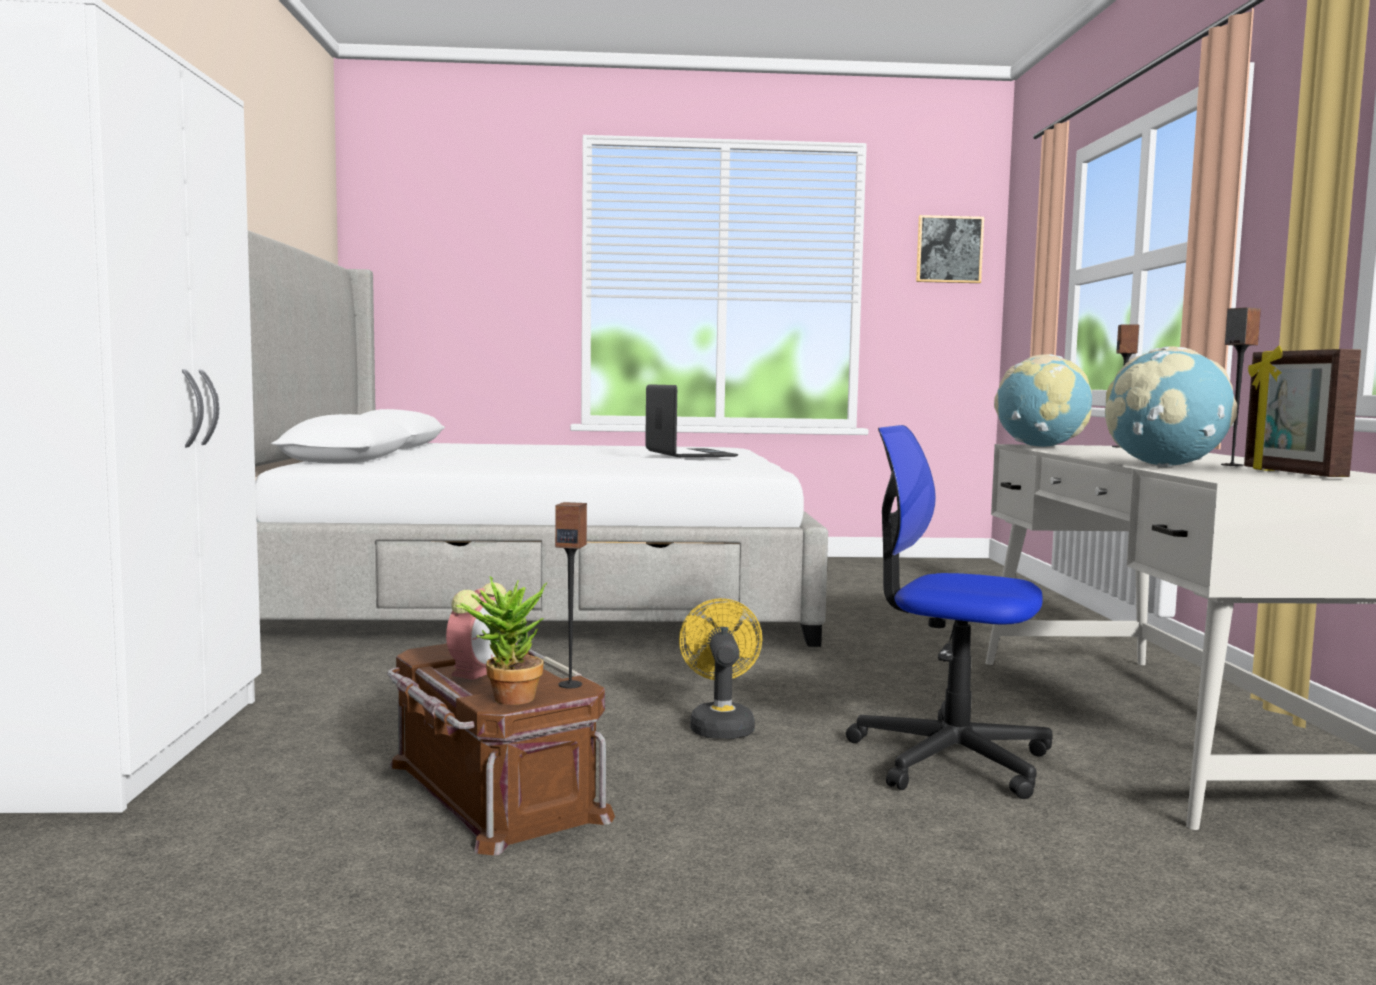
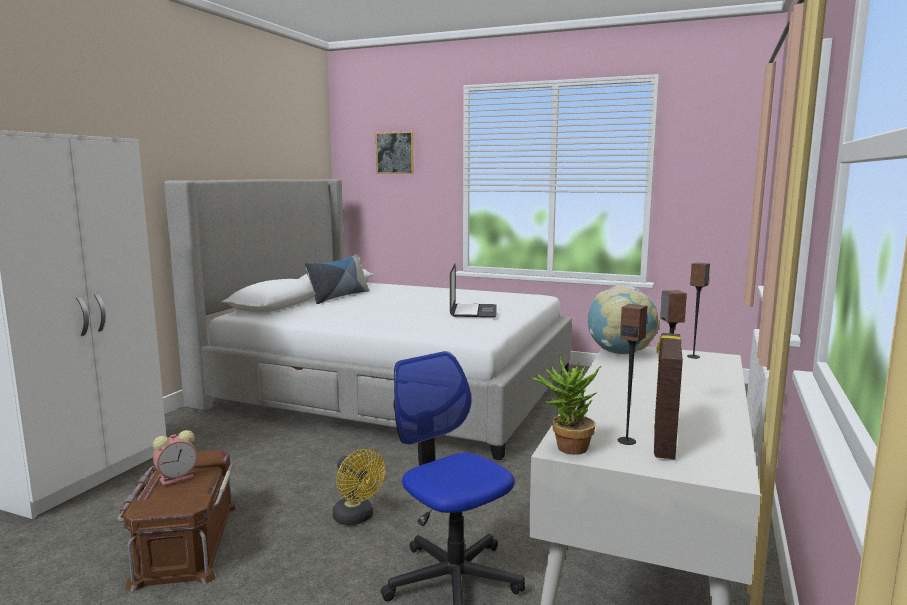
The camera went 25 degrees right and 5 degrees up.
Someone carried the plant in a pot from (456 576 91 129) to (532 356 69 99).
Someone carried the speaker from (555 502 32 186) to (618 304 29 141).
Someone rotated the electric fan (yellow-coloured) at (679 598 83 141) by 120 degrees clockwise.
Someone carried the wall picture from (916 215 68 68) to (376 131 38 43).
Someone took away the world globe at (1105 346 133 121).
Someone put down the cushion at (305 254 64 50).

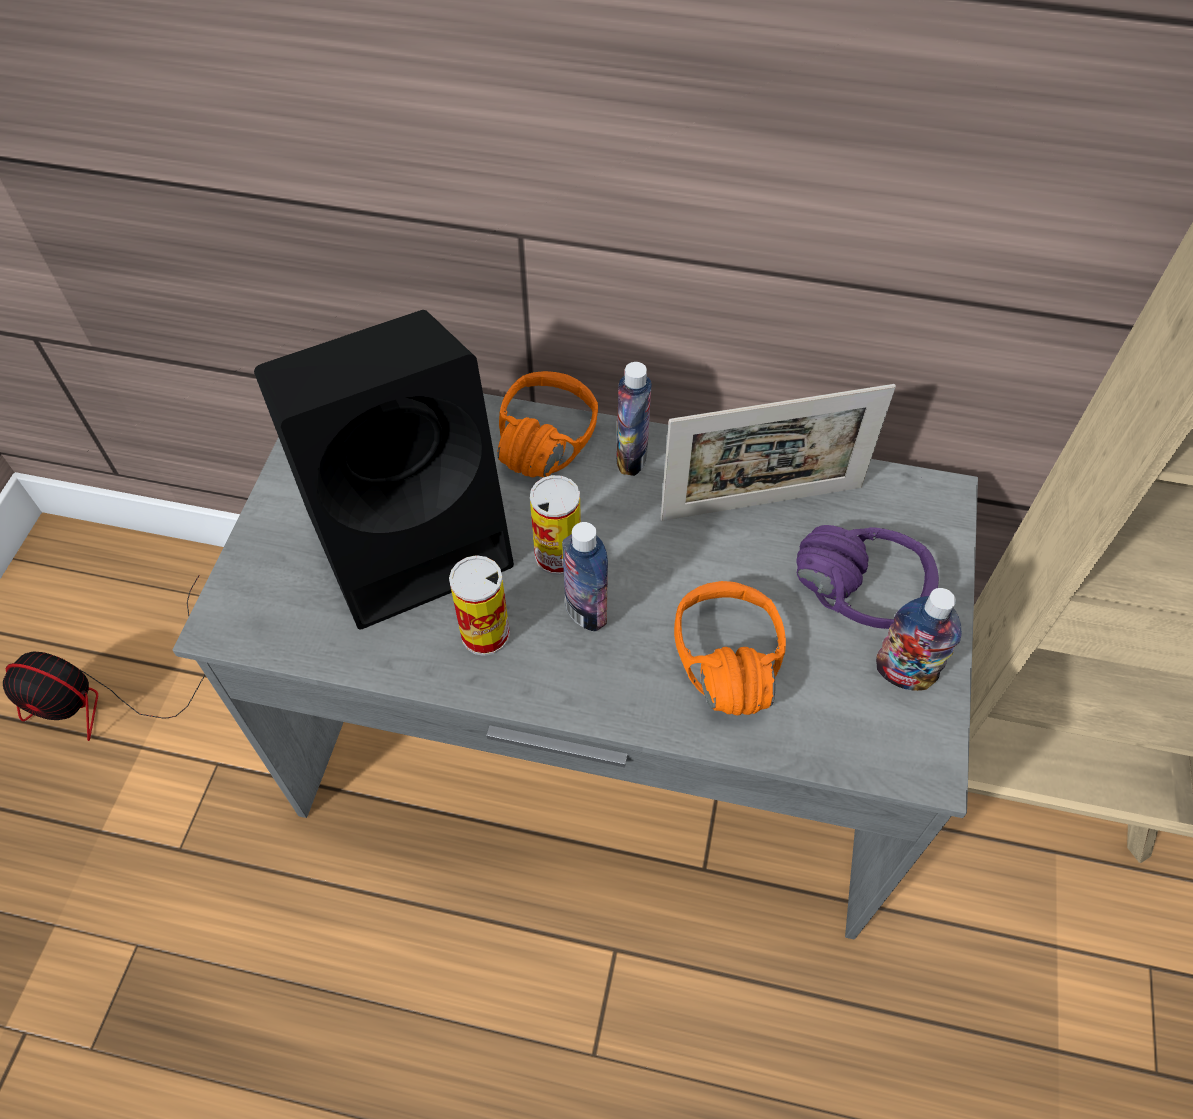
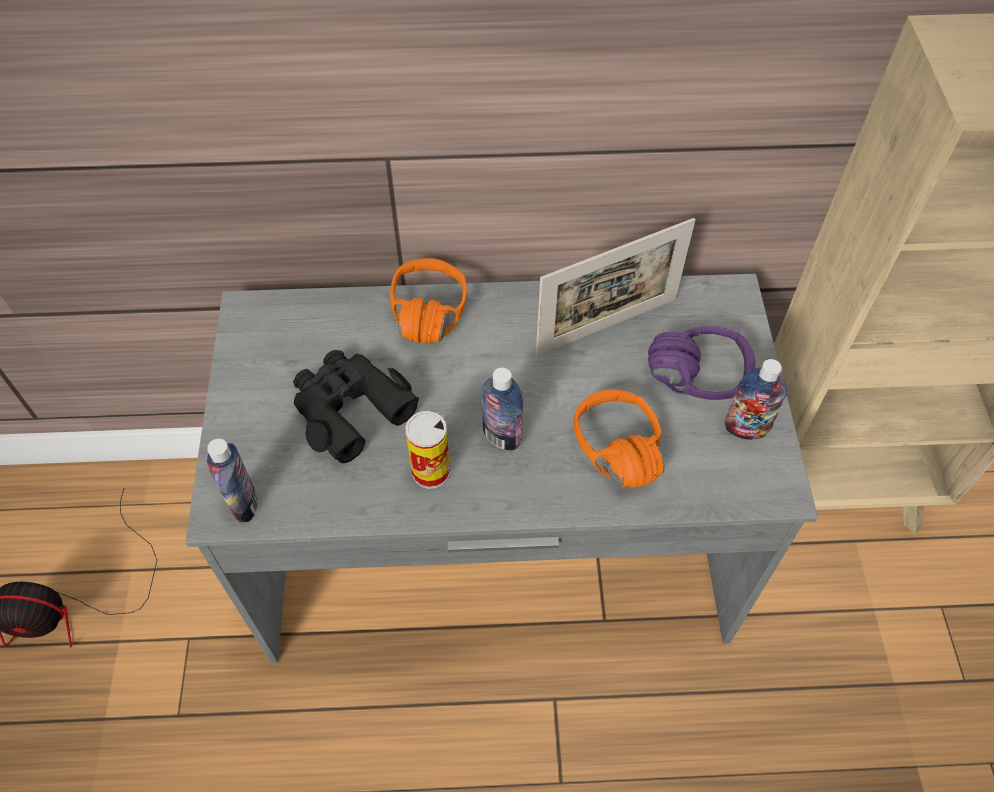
The camera went 15 degrees left and 0 degrees up.
Someone swapped the speaker (black-coloured) at (254 310 260 320) for the binoculars (black-coloured) at (293 350 126 113).
Someone took away the can at (530 475 51 100).
Someone carried the drink bottle from (616 362 36 114) to (207 439 51 84).

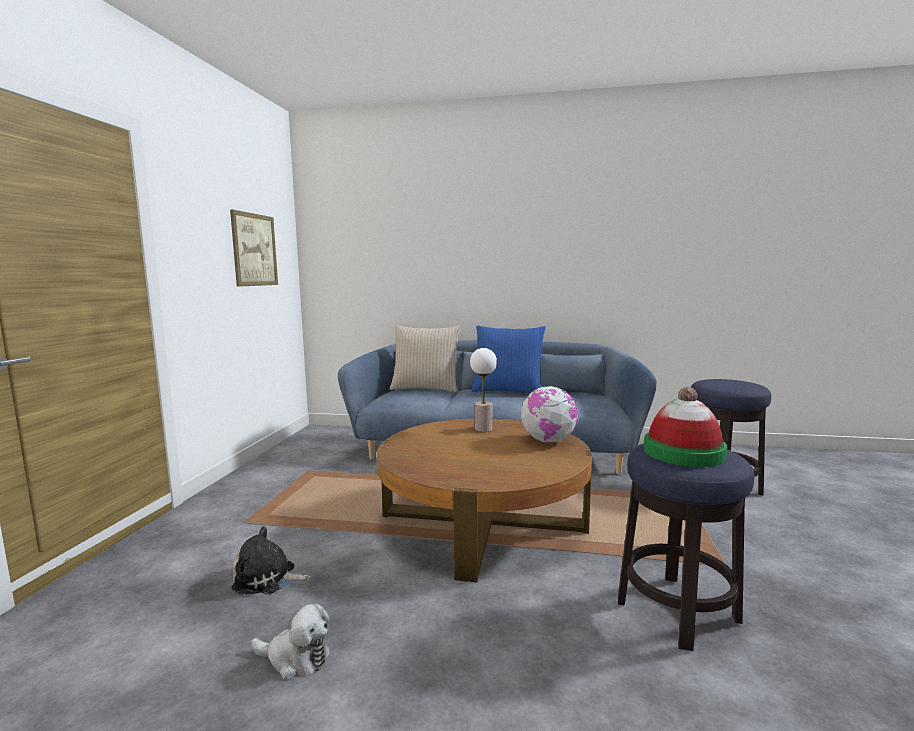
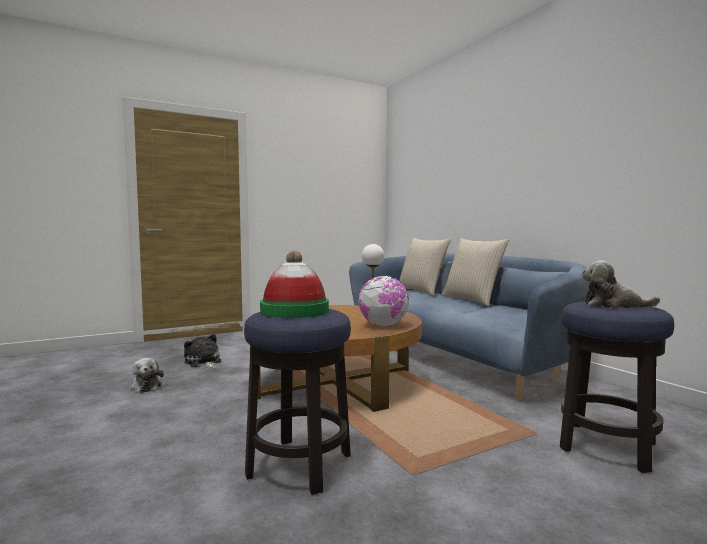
The camera went 50 degrees right and 5 degrees down.
Someone took away the wall picture at (230 209 48 78).
Someone repainted the cushion (bluish) at (471 326 75 67), which became the cushion (beige-coloured) at (441 238 68 68).
Someone put down the plush toy at (582 261 78 47).

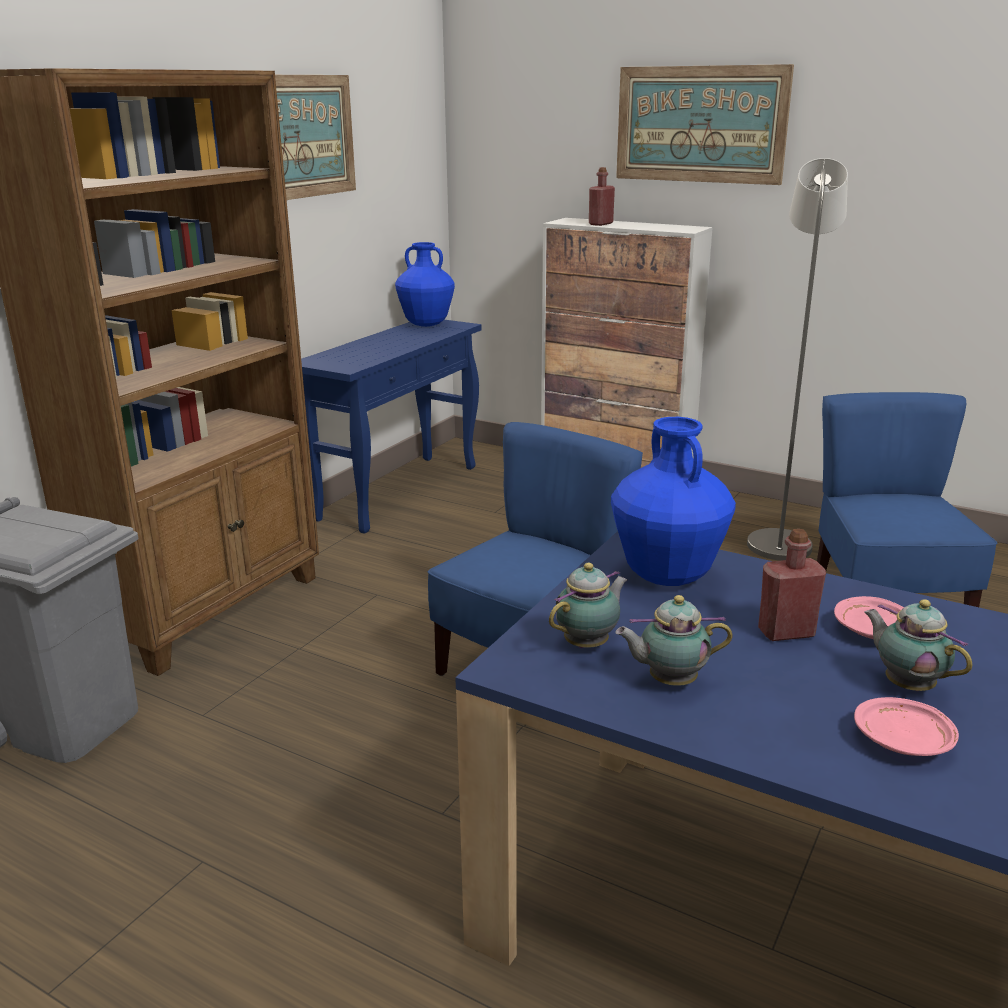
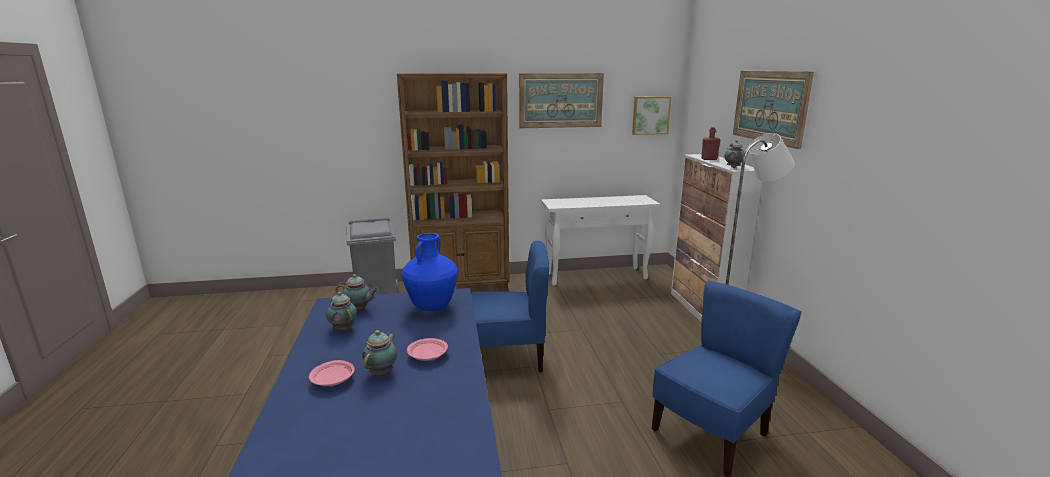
The camera went 50 degrees right and 5 degrees down.
Someone repainted the console table (bluish) at (301 320 181 214), which became the console table (whitish) at (541 195 119 91).
Someone took away the decorative vase (bluish) at (395 242 60 85).
Someone took away the drink bottle (reddish) at (758 529 68 112).
Someone put up the wall picture at (632 96 40 39).
Someone put down the tea pot at (724 140 21 28).

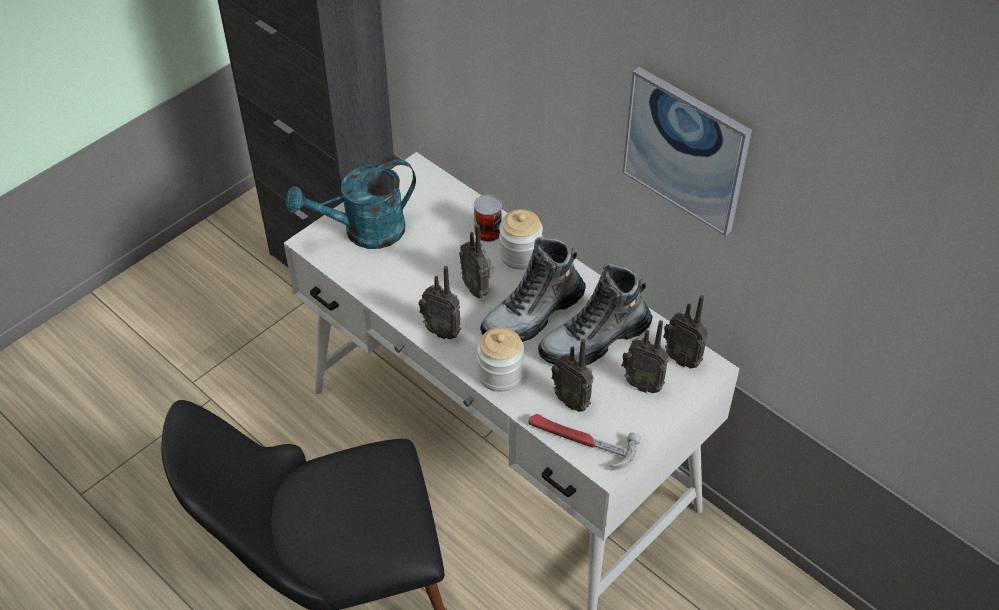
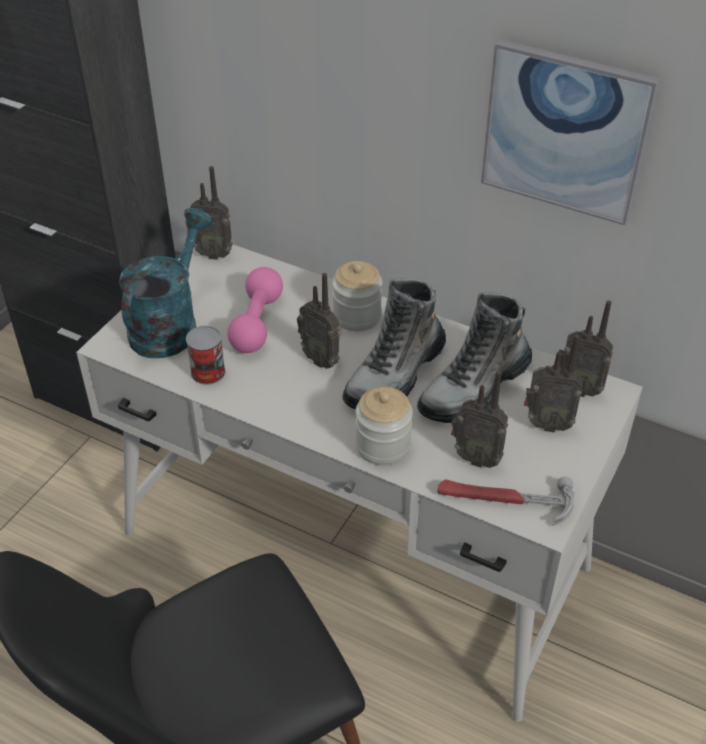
The camera went 15 degrees left and 5 degrees down.
Someone rotated the watering pot (turquoise) at (286 159 130 90) by 150 degrees clockwise.
Someone carried the radio set from (419 266 42 73) to (185 166 48 94).
Someone carried the can from (474 195 28 47) to (186 326 39 59).
Someone put down the dumbbell (pinkish) at (227 267 56 86).

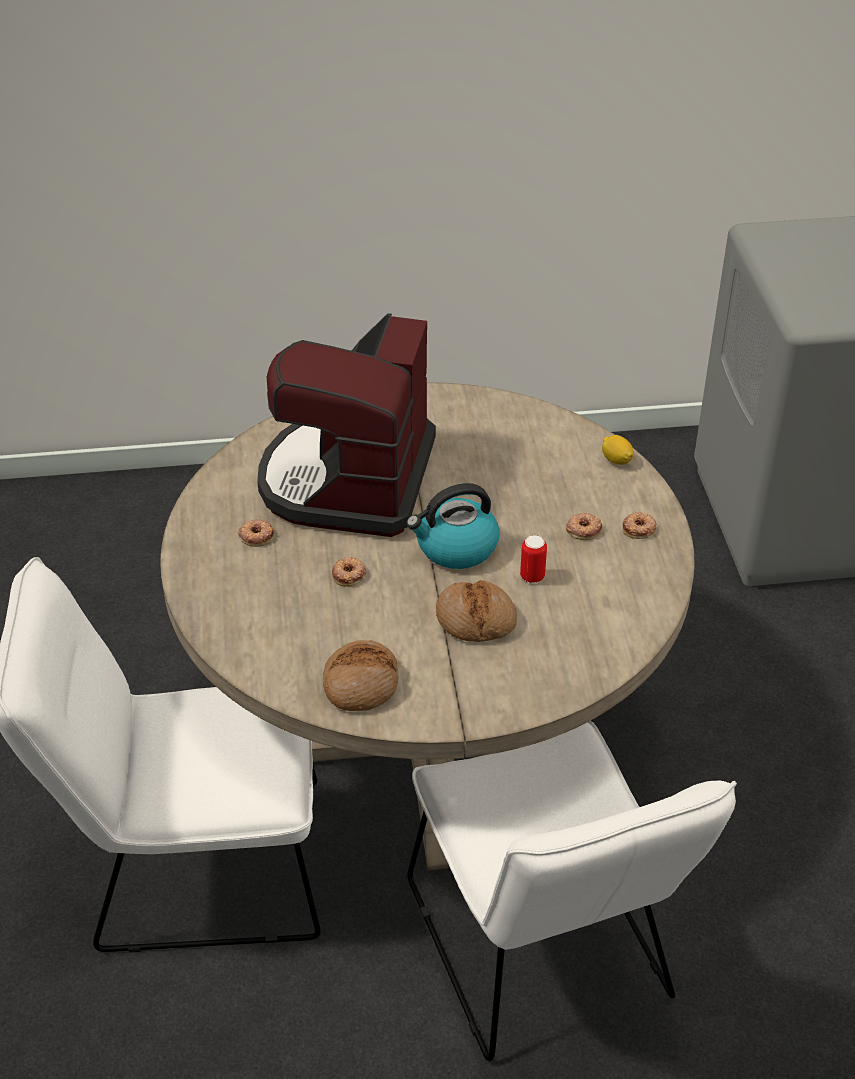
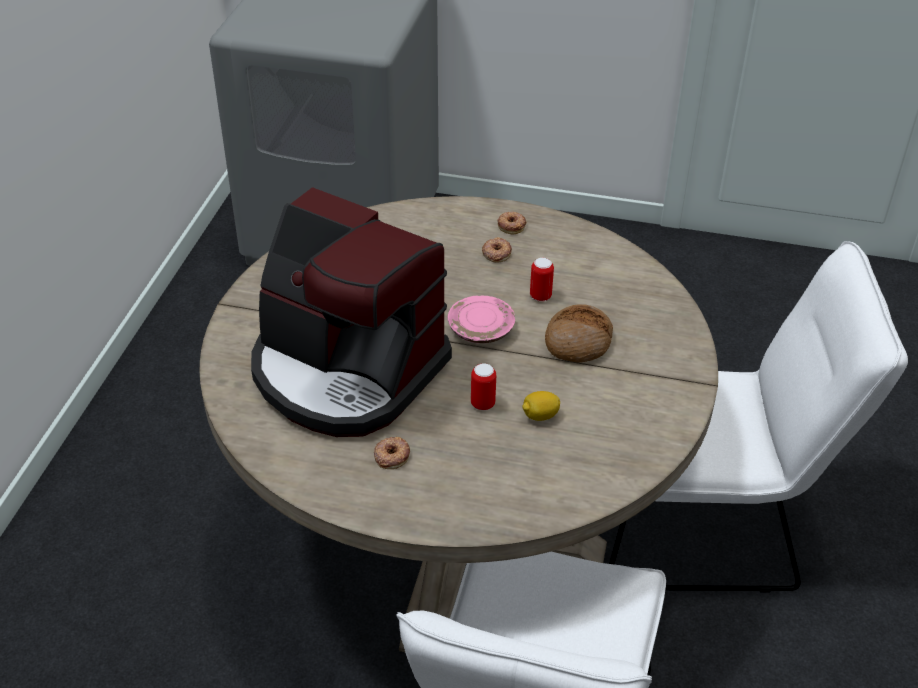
The camera went 70 degrees left and 0 degrees up.
Someone took away the bakery bread at (323 640 75 71).
Someone swapped the donut at (332 557 35 29) for the can at (471 363 25 47).
Someone swapped the water kettle at (406 483 93 86) for the flat dish (pinkish) at (448 295 67 49).
Someone carried the whole lemon from (602 435 32 30) to (523 391 37 30).

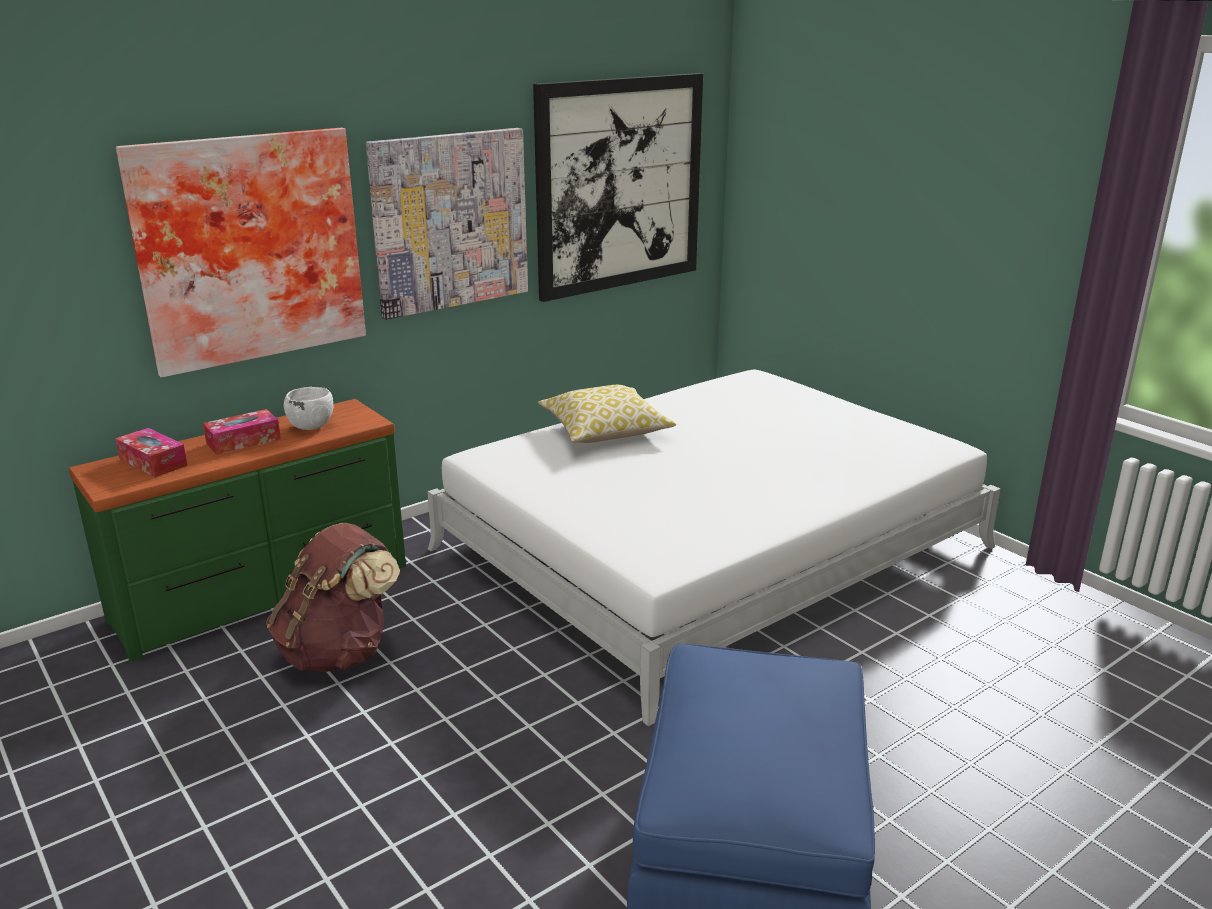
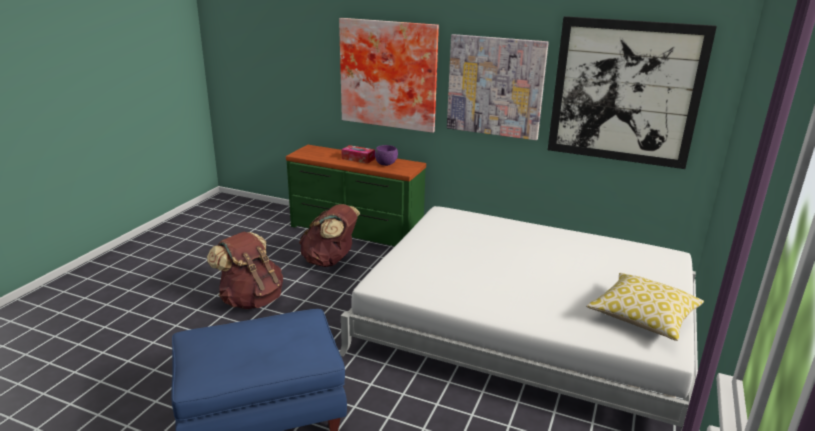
The camera went 60 degrees right and 0 degrees up.
Someone took away the tissue holder at (115 428 73 49).
Someone repainted the bowl (whitish) at (284 387 49 43), which became the bowl (purple-coloured) at (375 145 23 21).
Someone carried the cushion from (538 385 138 58) to (586 273 118 68).
Someone put down the knapsack (brown-coloured) at (207 232 76 77).

